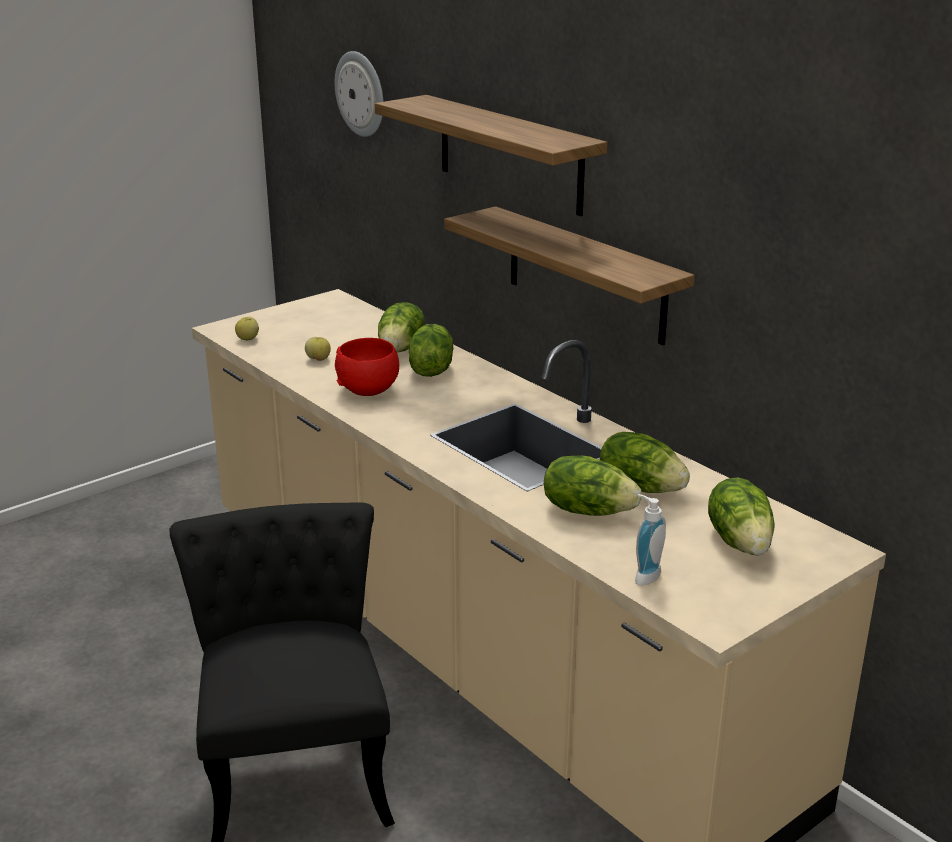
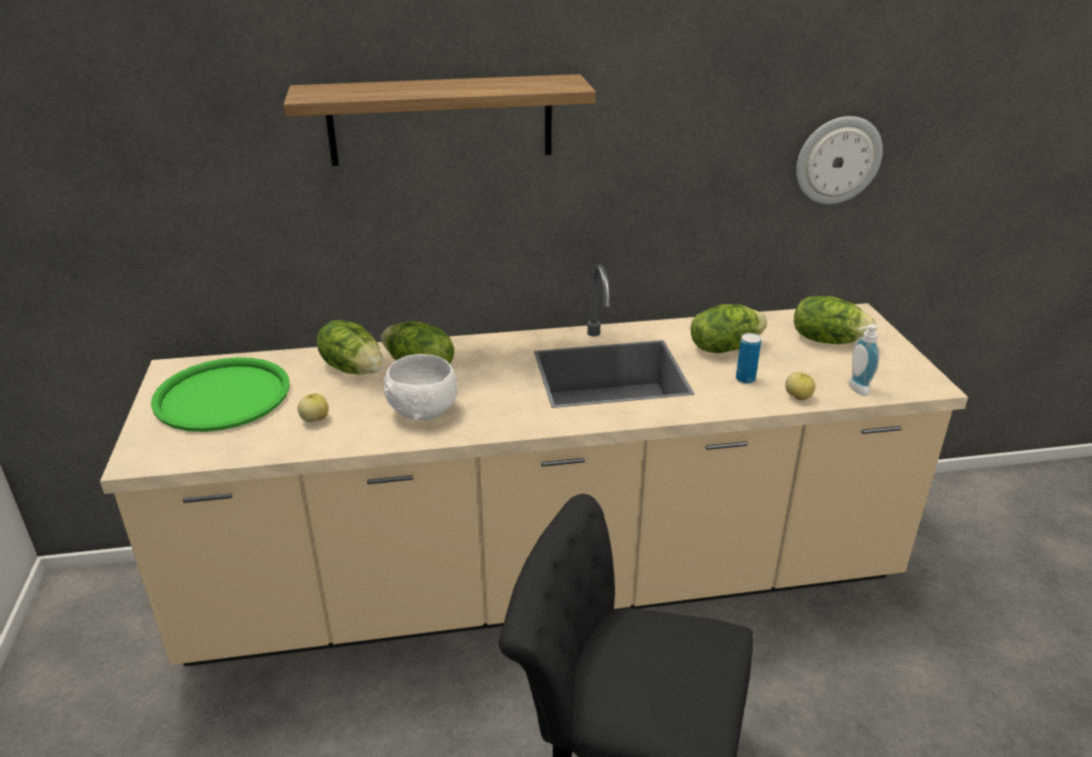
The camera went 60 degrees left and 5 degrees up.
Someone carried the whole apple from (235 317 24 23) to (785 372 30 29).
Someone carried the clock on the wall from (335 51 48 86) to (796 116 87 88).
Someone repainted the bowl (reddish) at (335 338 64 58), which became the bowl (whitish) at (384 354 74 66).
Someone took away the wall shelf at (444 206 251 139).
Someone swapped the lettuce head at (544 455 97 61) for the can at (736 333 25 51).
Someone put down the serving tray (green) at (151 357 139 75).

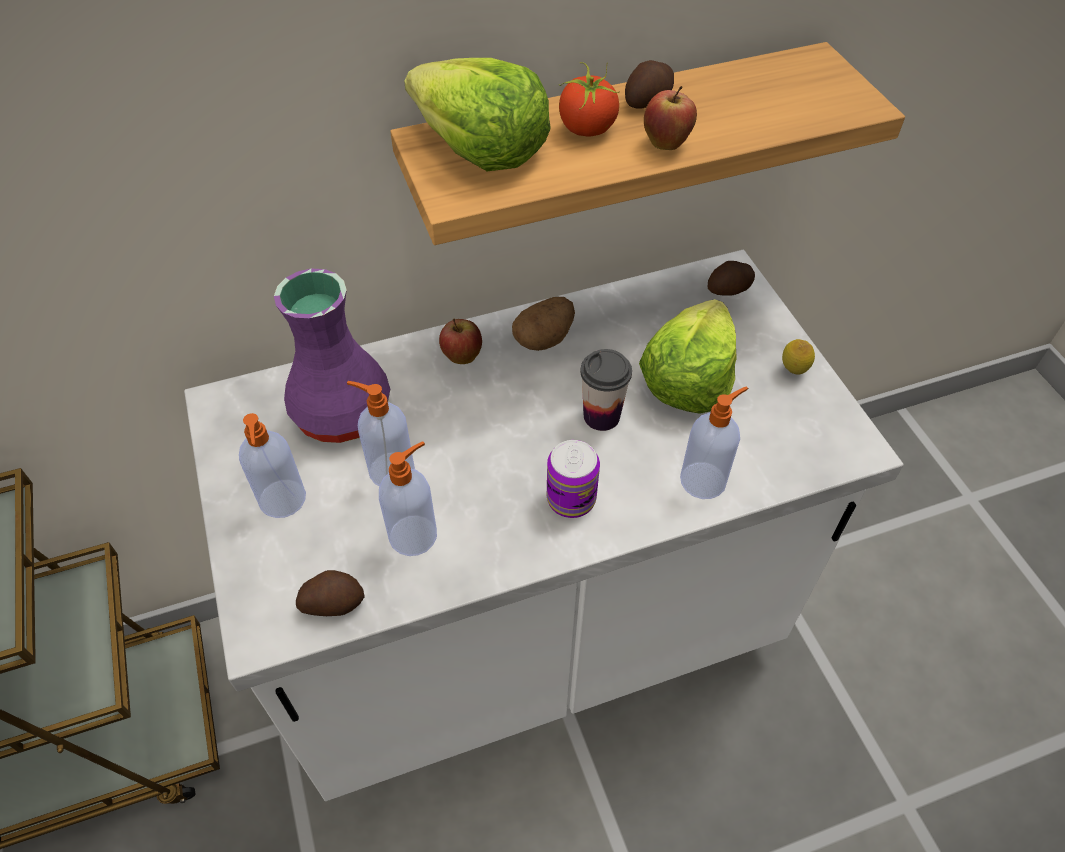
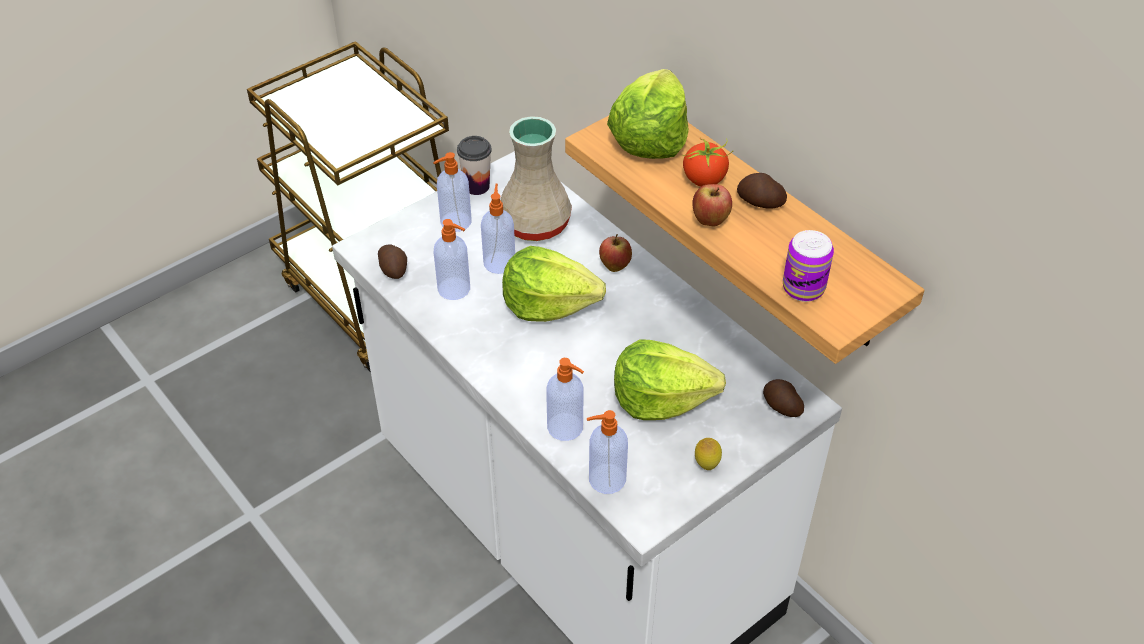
The camera went 70 degrees right and 5 degrees down.
Someone repainted the decorative vase (purple-coloured) at (274 268 116 175), which became the decorative vase (beige-coloured) at (500 116 72 125).
Someone took away the whole potato at (512 297 63 54).
Someone carried the can from (547 440 53 78) to (783 230 51 72).
Someone carried the drinking cup from (580 349 52 82) to (457 136 35 59).
Someone put down the lettuce head at (502 246 104 76).
Someone put down the liquid soap bottle at (587 410 41 84).

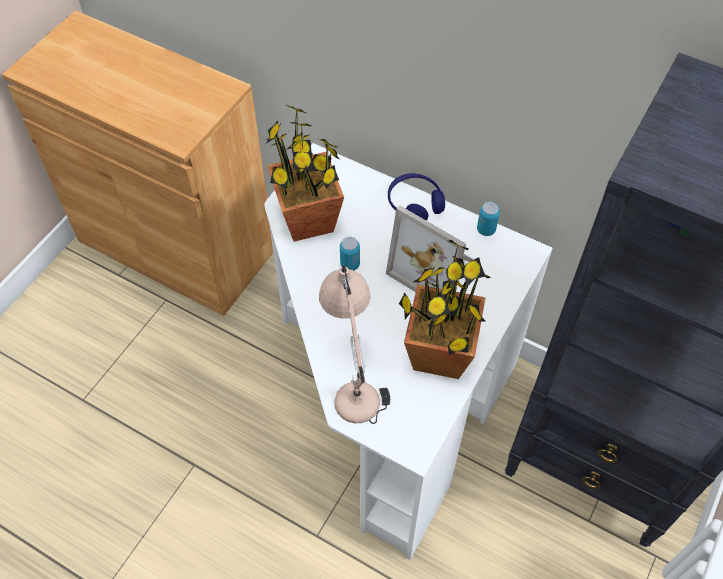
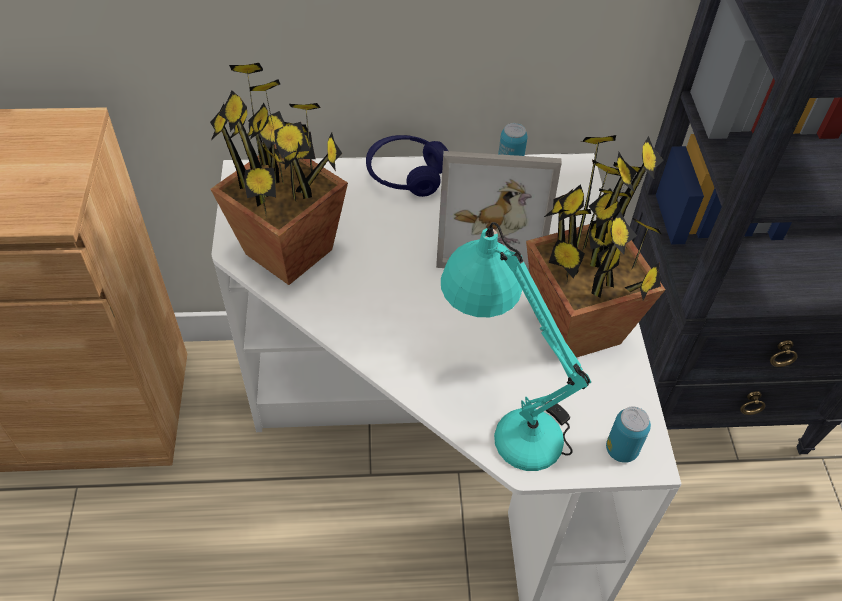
The camera went 35 degrees left and 5 degrees down.
Someone repainted the table lamp (beige-coloured) at (319 265 71 159), which became the table lamp (turquoise) at (441 222 150 249).
Someone carried the can from (340 237 20 33) to (606 406 45 57).

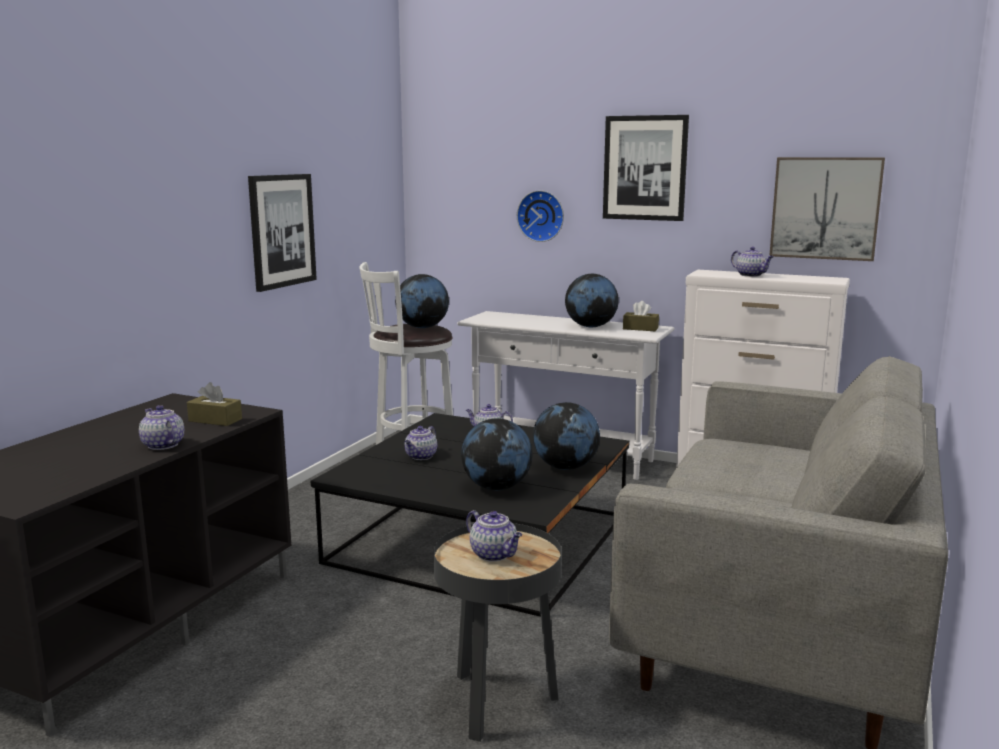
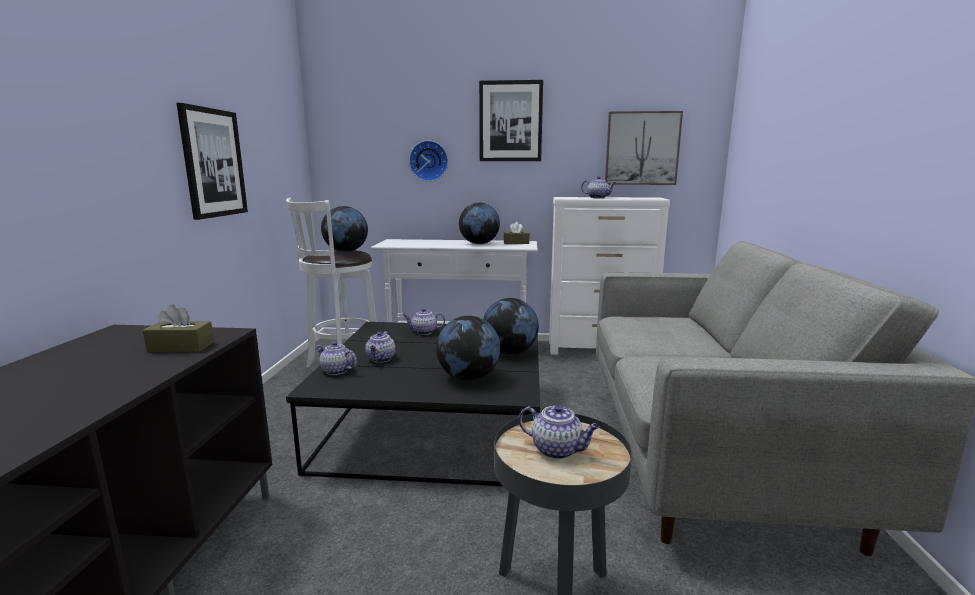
The camera went 20 degrees left and 0 degrees up.
Someone carried the tea pot from (139 405 45 45) to (315 342 42 33).

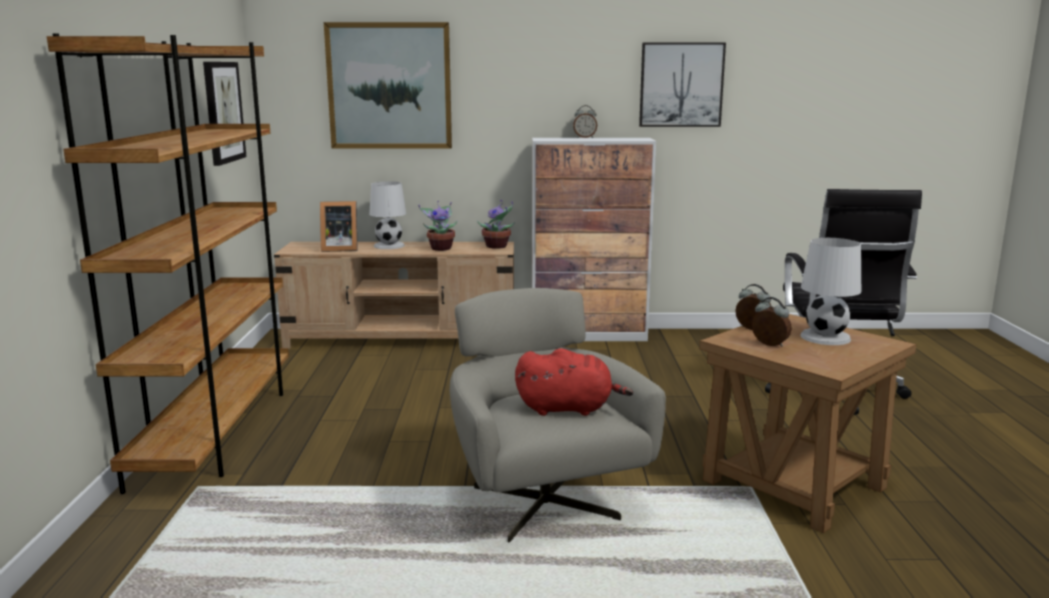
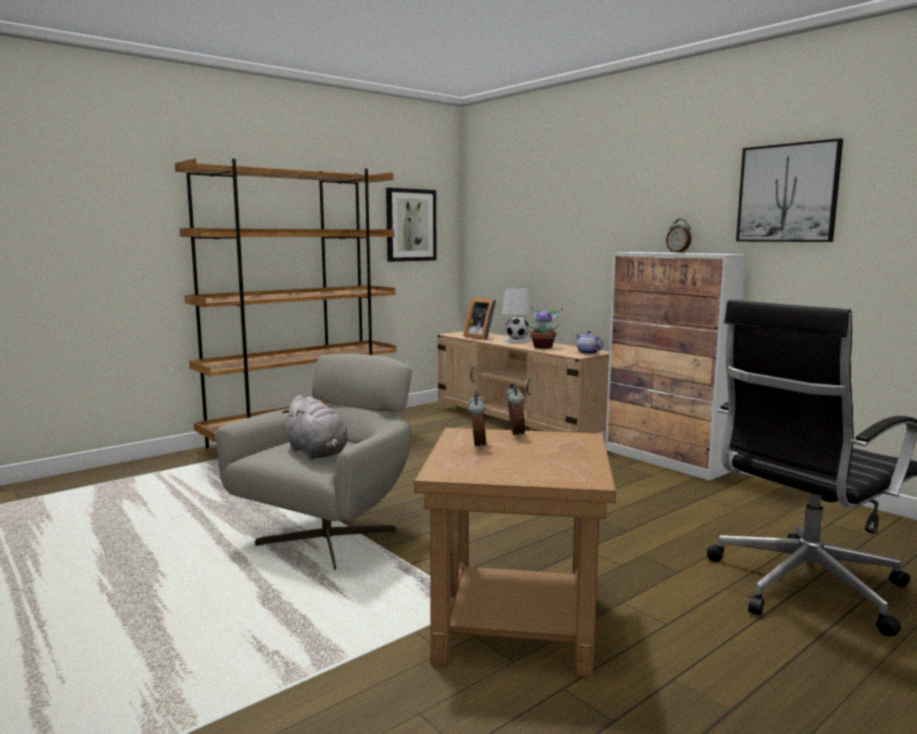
The camera went 50 degrees right and 5 degrees down.
Someone took away the wall picture at (324 22 128 127).
Someone swapped the plant in a pot at (477 200 38 49) for the tea pot at (576 331 27 23).
Someone repainted the plush toy (reddish) at (515 348 118 68), which became the plush toy (gray) at (282 395 66 65).
Someone took away the table lamp (whitish) at (801 238 60 107).

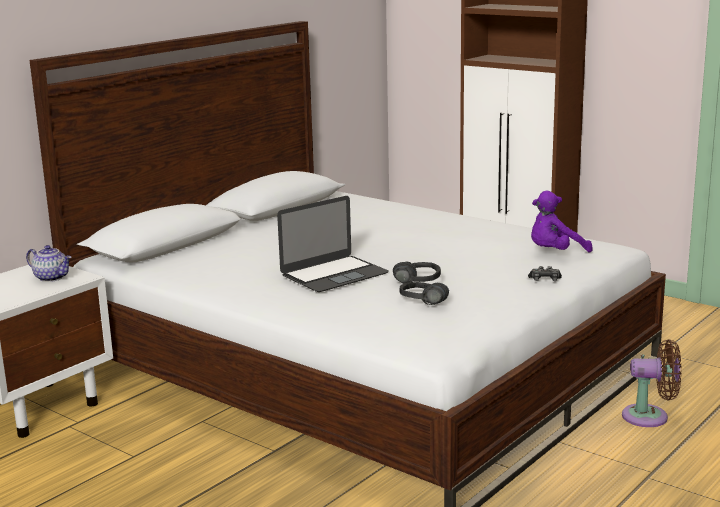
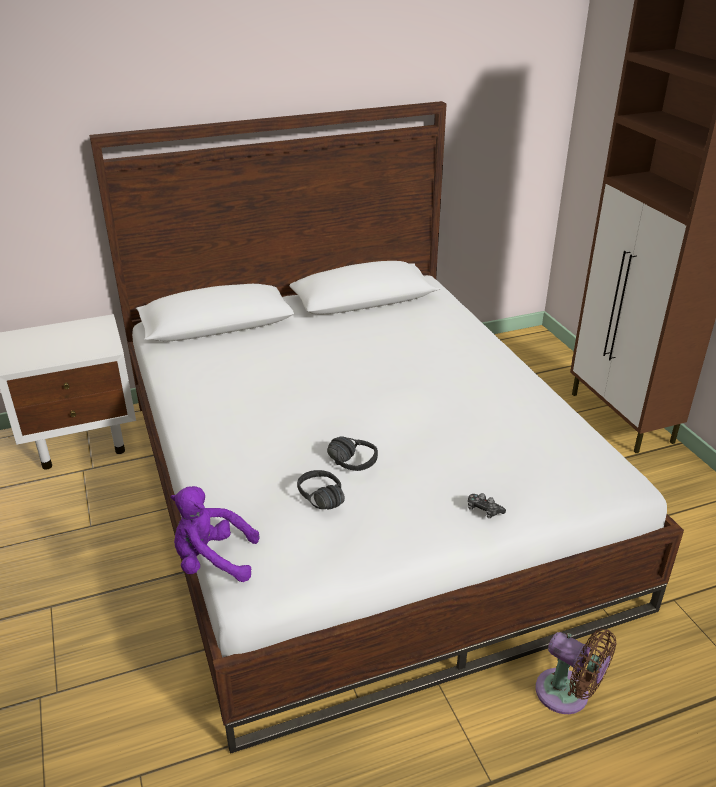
The camera went 30 degrees right and 15 degrees up.
Someone took away the tea pot at (26 245 46 37).
Someone took away the portable computer at (277 196 112 96).
Someone carried the plush toy (purple-coloured) from (531 191 62 62) to (170 486 89 96).

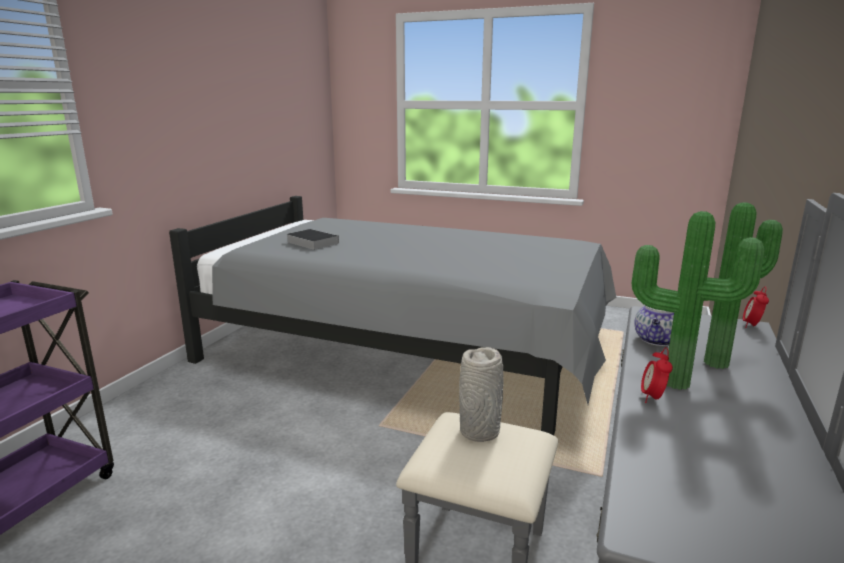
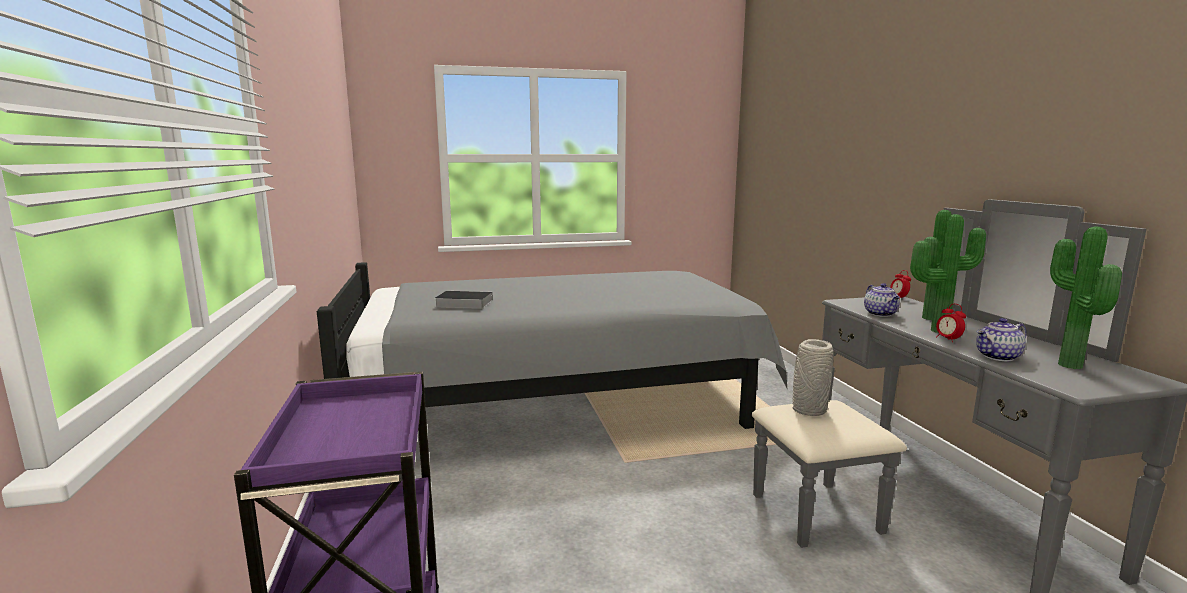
The camera went 35 degrees left and 5 degrees down.
Someone put down the tea pot at (976 318 51 43).
Someone put down the plant in a pot at (1050 227 72 142).

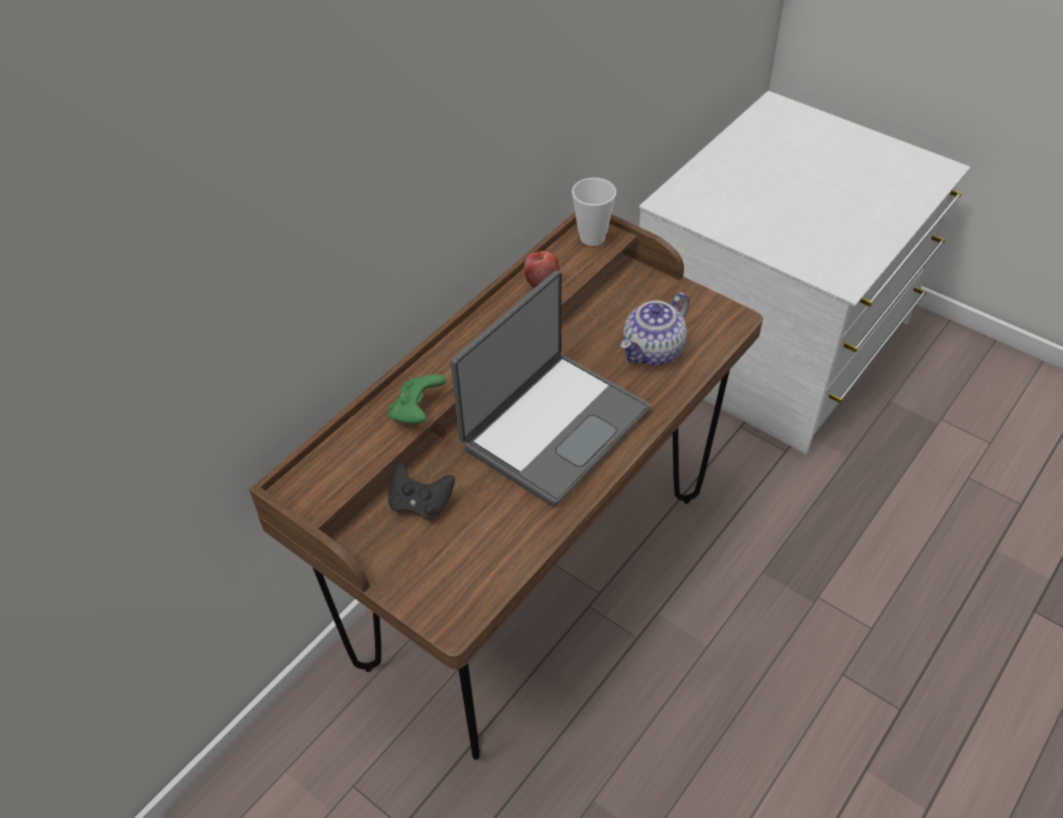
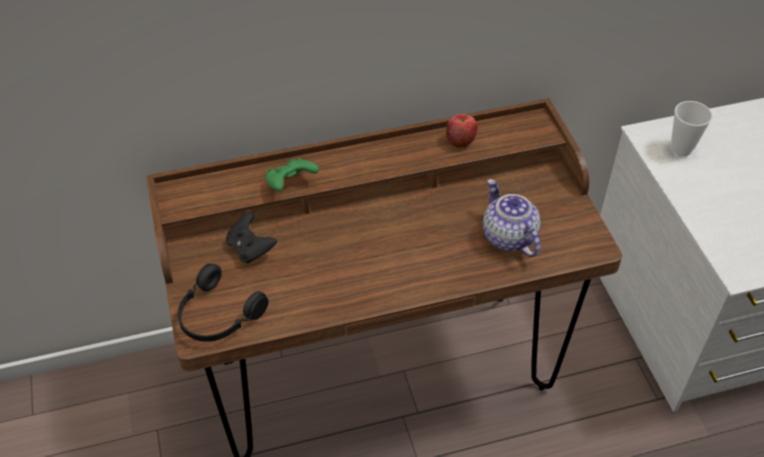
The camera went 35 degrees right and 0 degrees up.
Someone took away the portable computer at (450 270 200 237).
Someone carried the drinking cup from (572 178 44 68) to (671 101 41 55).
Someone rotated the tea pot at (621 292 68 74) by 75 degrees clockwise.
Someone put down the headphones (black-coloured) at (178 263 91 79).

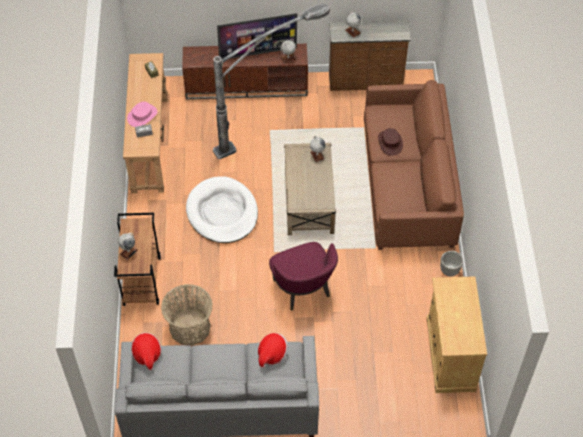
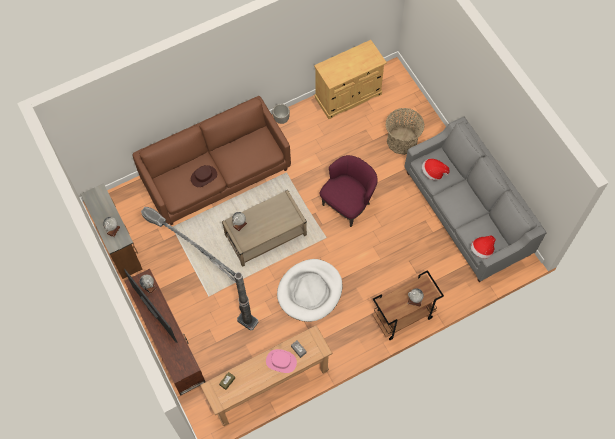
The camera went 115 degrees left and 10 degrees up.
Someone carried the storage basket from (161 284 52 62) to (386 108 38 47).

